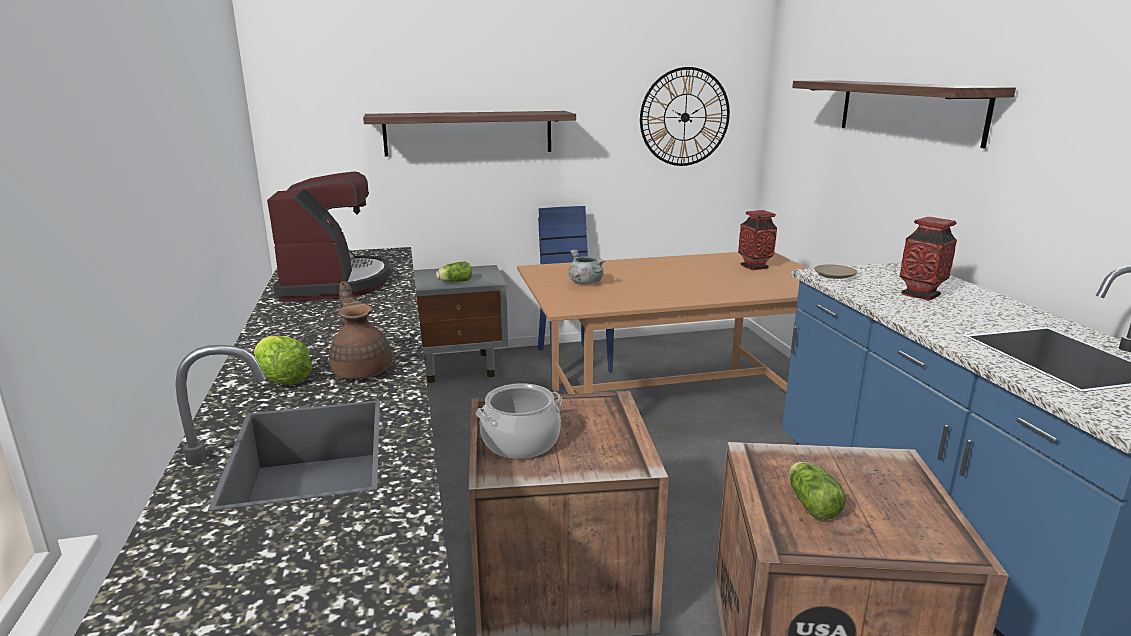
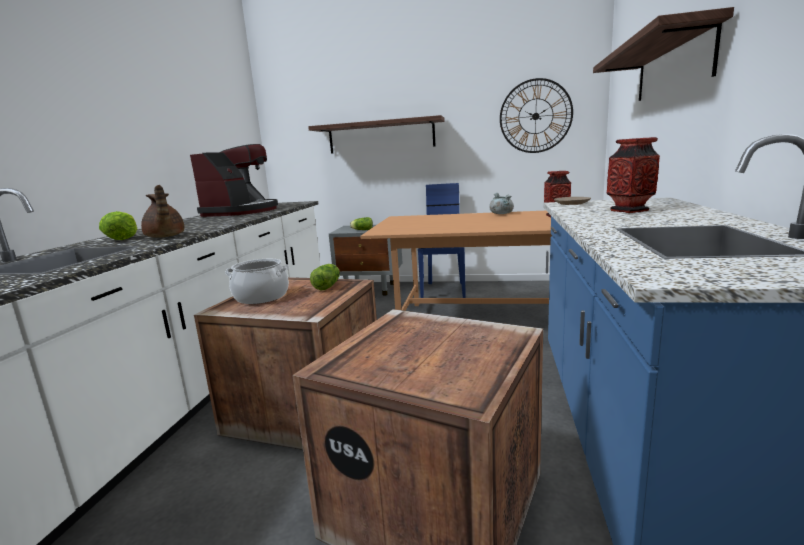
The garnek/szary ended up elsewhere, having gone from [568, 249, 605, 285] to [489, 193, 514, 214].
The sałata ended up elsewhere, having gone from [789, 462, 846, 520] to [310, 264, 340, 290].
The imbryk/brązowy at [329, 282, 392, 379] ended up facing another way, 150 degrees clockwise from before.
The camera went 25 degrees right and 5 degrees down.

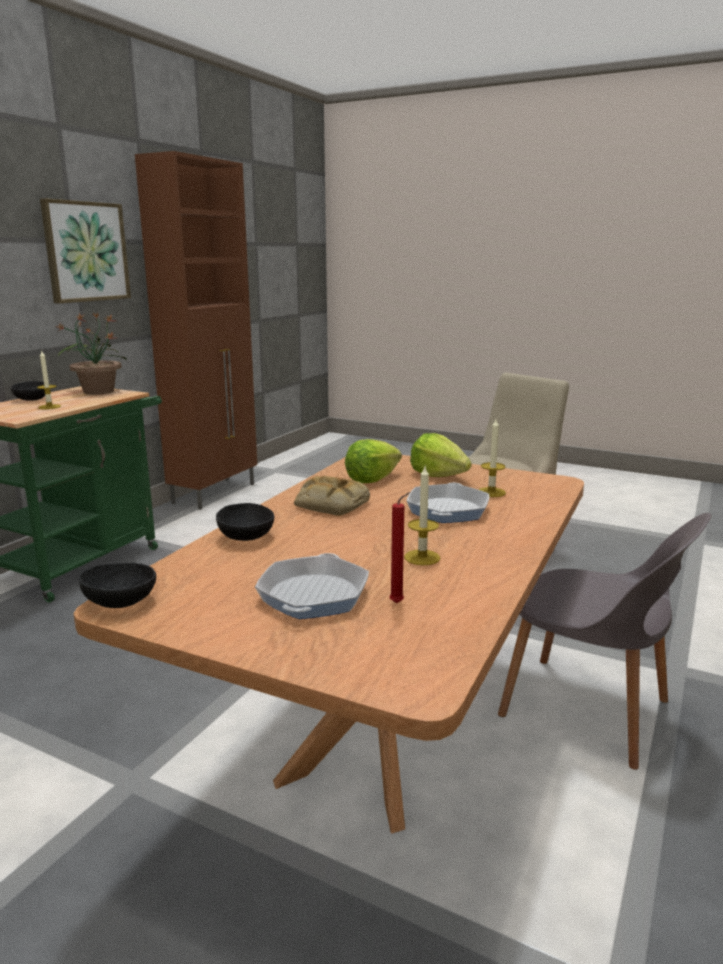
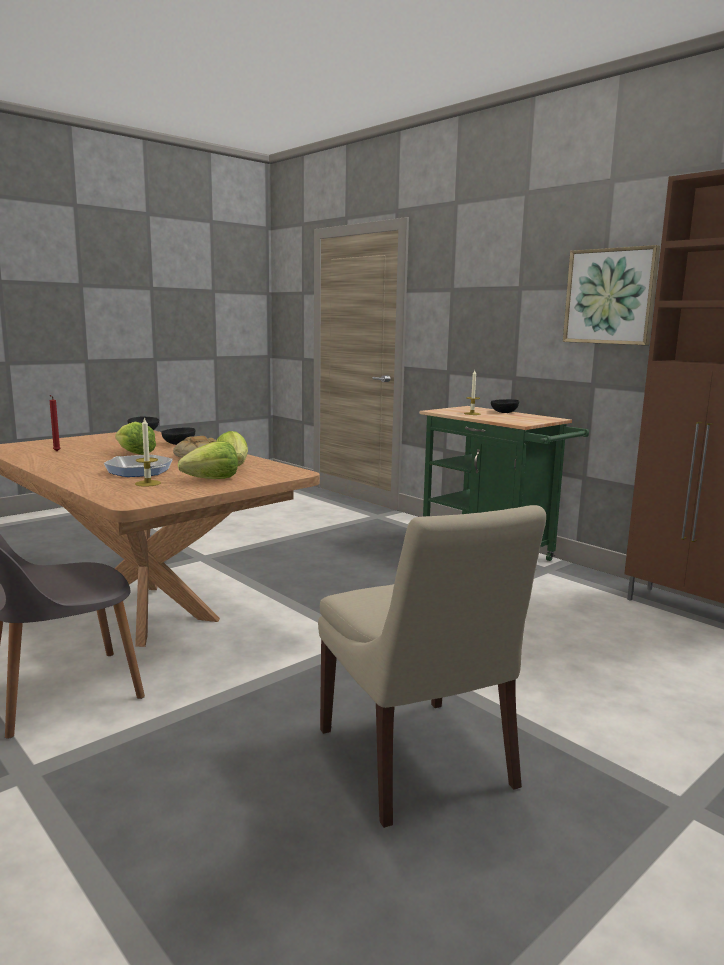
The second view lost the roślina doniczkowa at [57, 313, 127, 395].
The second view lost the patelnia at [255, 553, 369, 619].
The second view lost the świeca at [404, 467, 441, 565].
The second view gained the sałata at [115, 422, 156, 455].
The camera went 110 degrees right and 5 degrees down.

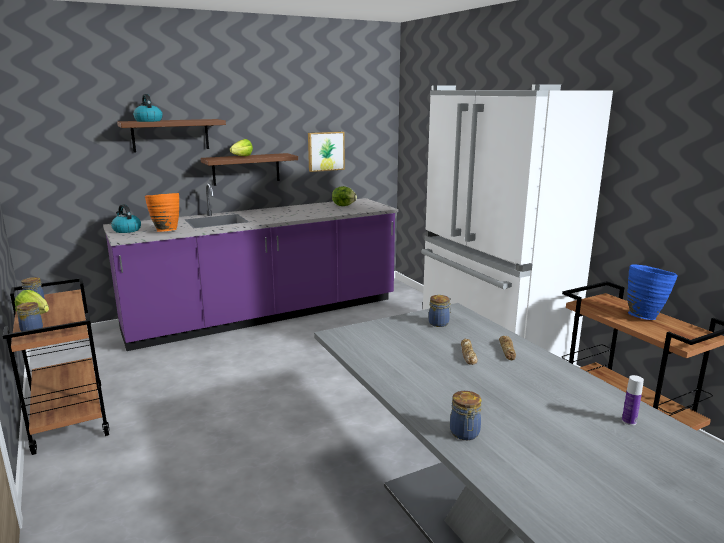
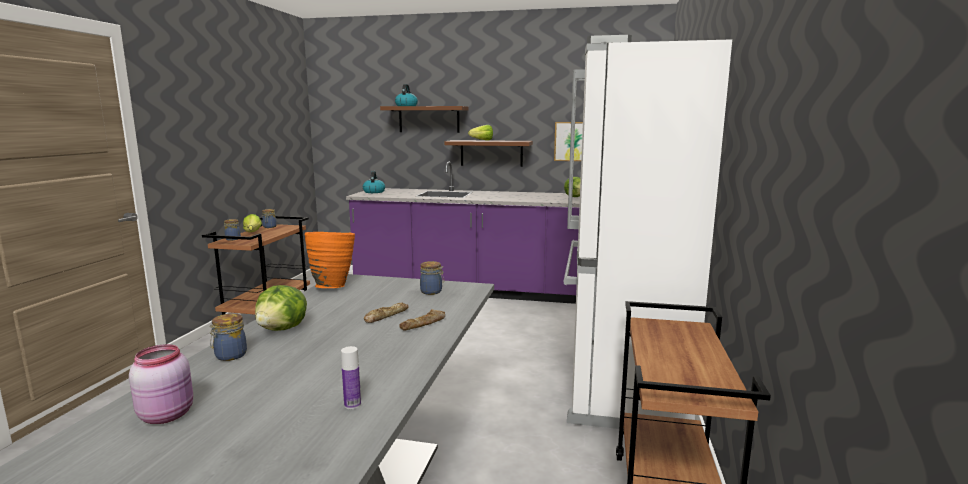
The second view lost the wazon/niebieski at [627, 264, 678, 320].
The second view gained the słoik/różowy at [129, 344, 193, 424].
The second view gained the sałata at [255, 285, 307, 331].
The wazon/pomarańczowy ended up elsewhere, having gone from [145, 193, 179, 232] to [305, 232, 355, 288].
The camera went 40 degrees right and 5 degrees down.

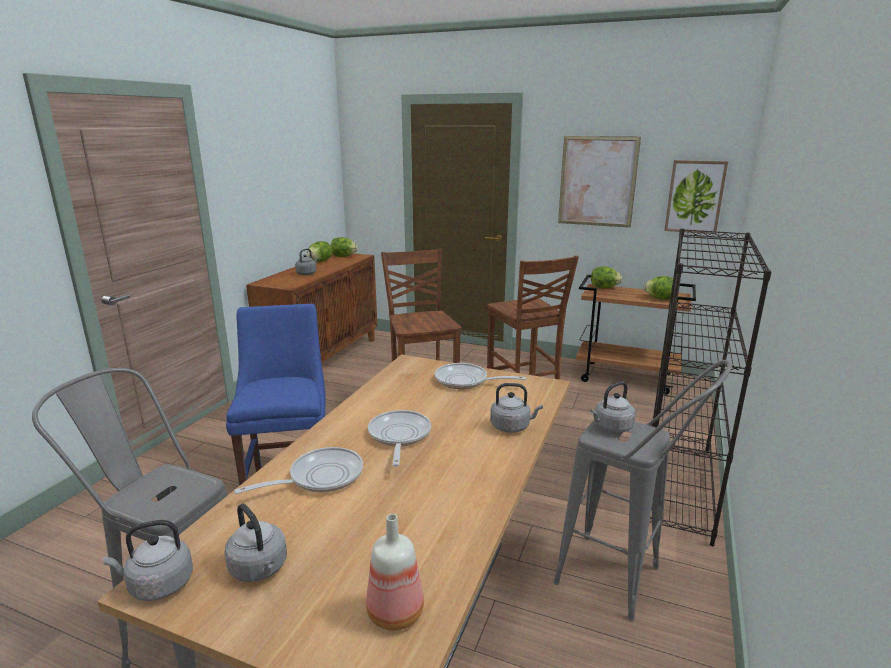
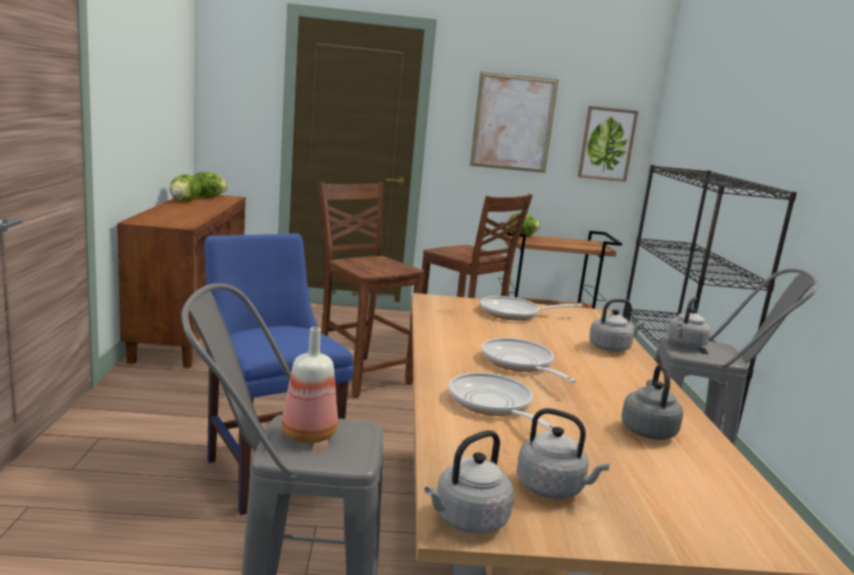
The second view lost the sałata at [644, 276, 673, 300].
The czajnik/szary ended up elsewhere, having gone from [295, 248, 318, 275] to [622, 364, 683, 440].
The butelka ended up elsewhere, having gone from [366, 514, 424, 630] to [282, 327, 338, 443].
The patelnia at [234, 447, 363, 494] ended up facing another way, 60 degrees counterclockwise from before.
The camera went 25 degrees left and 5 degrees down.

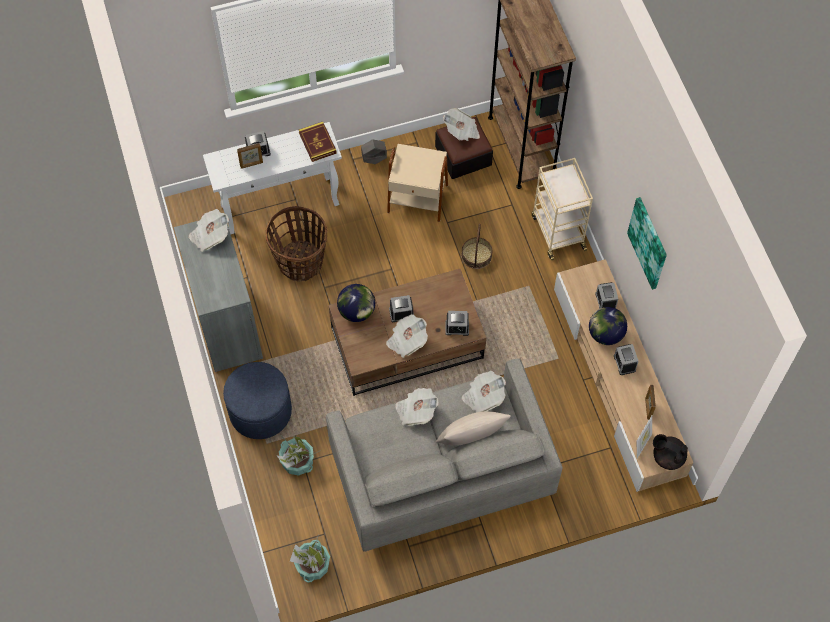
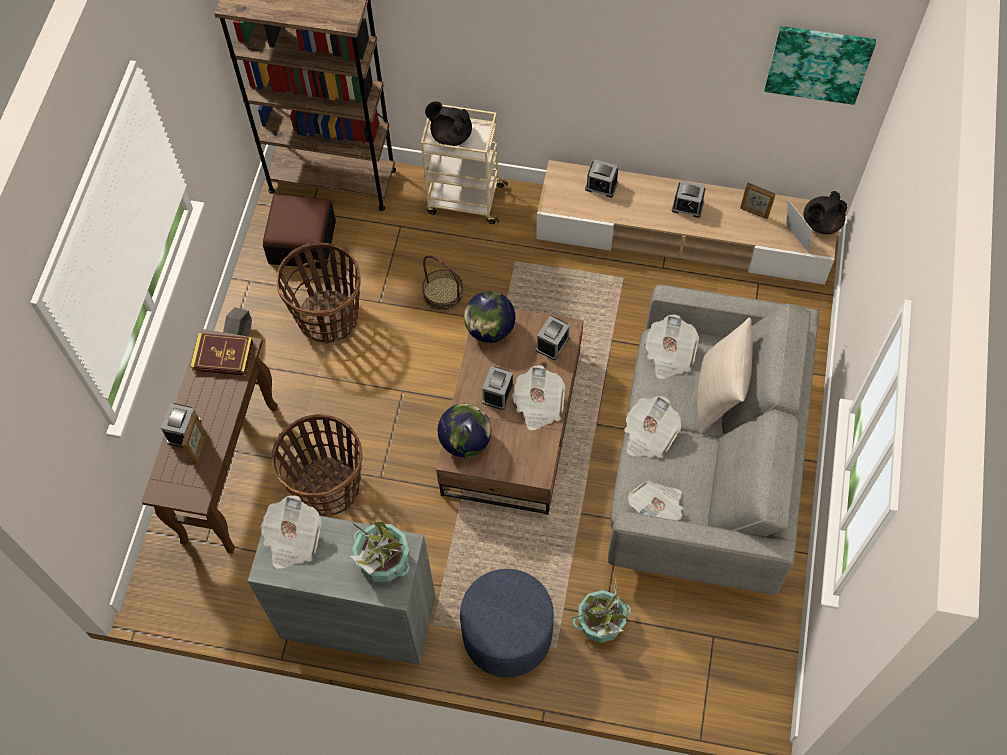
The second view gained the imbryk/czarny at [425, 101, 472, 146].
The roślina doniczkowa ended up elsewhere, having gone from [290, 538, 330, 583] to [350, 522, 422, 582].
The gazeta ended up elsewhere, having gone from [443, 108, 480, 141] to [628, 480, 684, 520].
The globus ended up elsewhere, having gone from [589, 307, 627, 345] to [464, 291, 516, 343].
The obraz ended up elsewhere, having gone from [627, 197, 667, 290] to [764, 26, 876, 105].
Where the stolik/beżowy stood at [387, 144, 448, 222], the koszyk came to stand at [276, 243, 361, 344].
What was the stolik konsolowy/biały at [203, 122, 342, 234] turned into the stolik konsolowy/brązowy at [141, 329, 278, 554].
The camera went 60 degrees left and 0 degrees up.

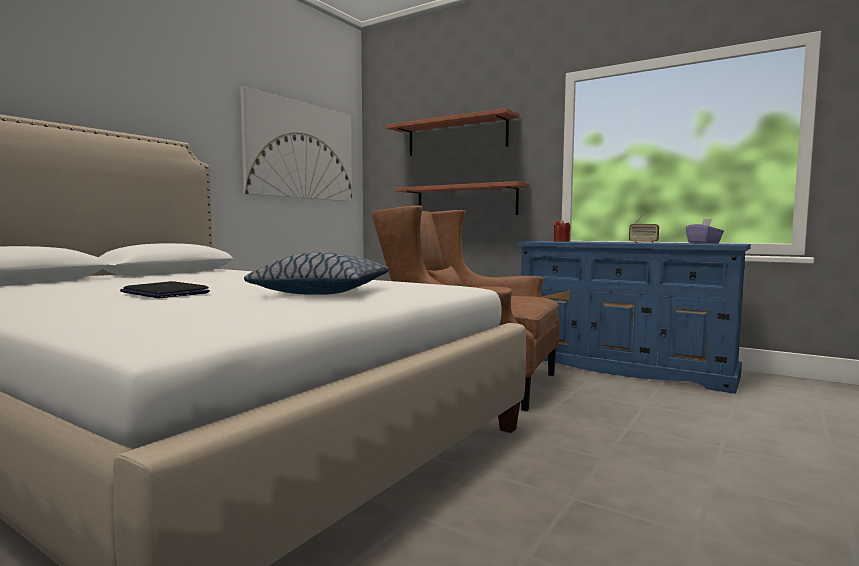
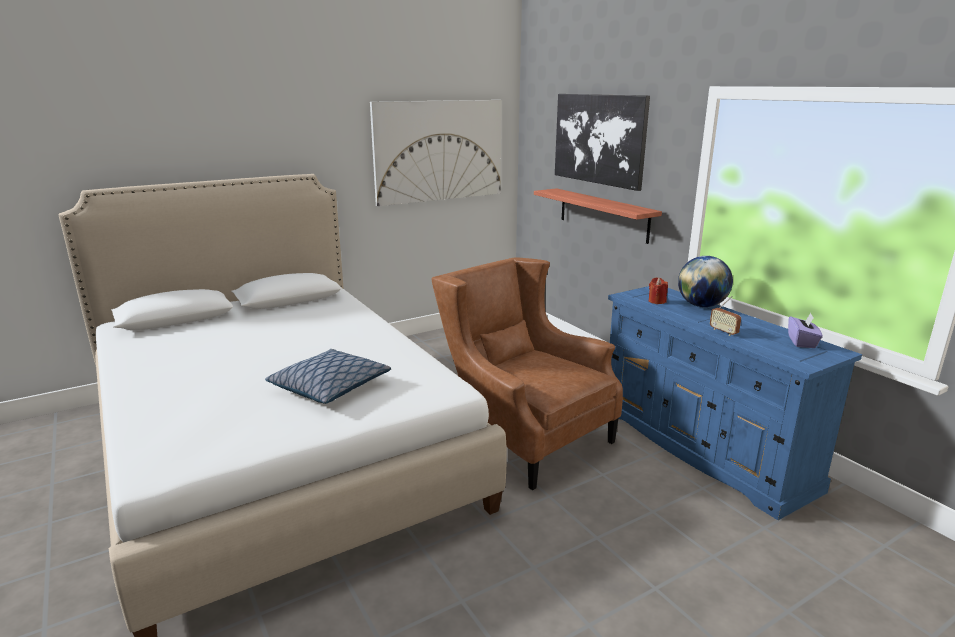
The second view lost the laptop at [120, 281, 210, 298].
The second view gained the globus at [678, 256, 733, 307].
Where the półka hung at [386, 108, 520, 156], the obraz came to hang at [555, 94, 650, 191].
The camera went 25 degrees right and 15 degrees up.

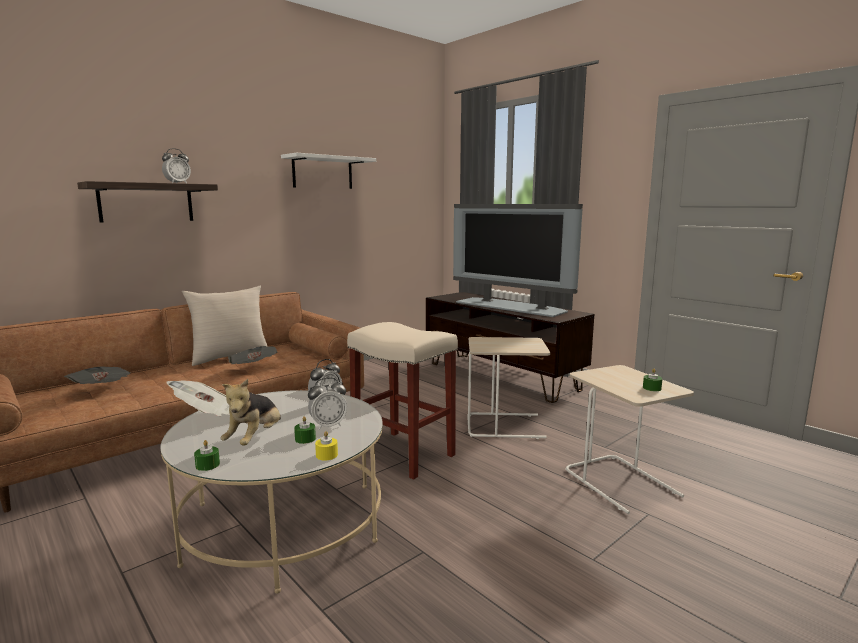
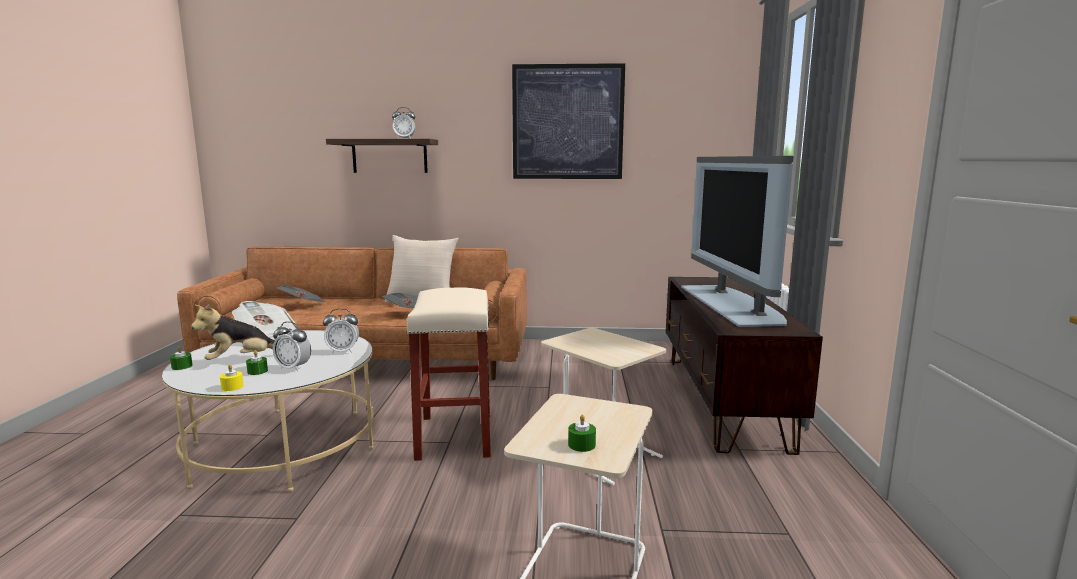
Where the półka/biały hung at [281, 153, 376, 189], the obraz came to hang at [512, 63, 625, 179].
The camera went 45 degrees right and 0 degrees up.

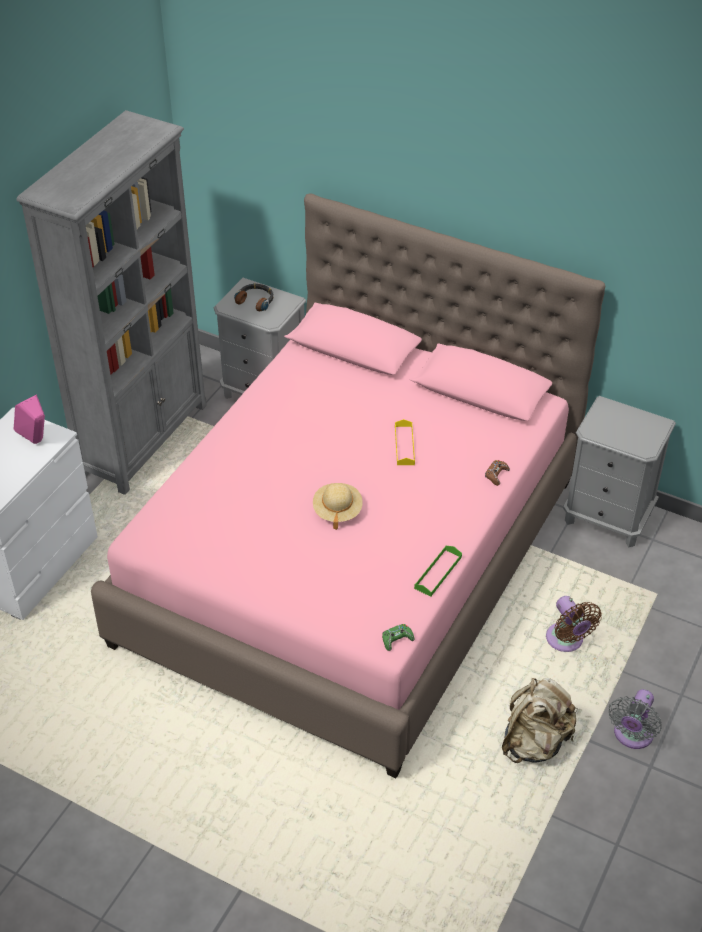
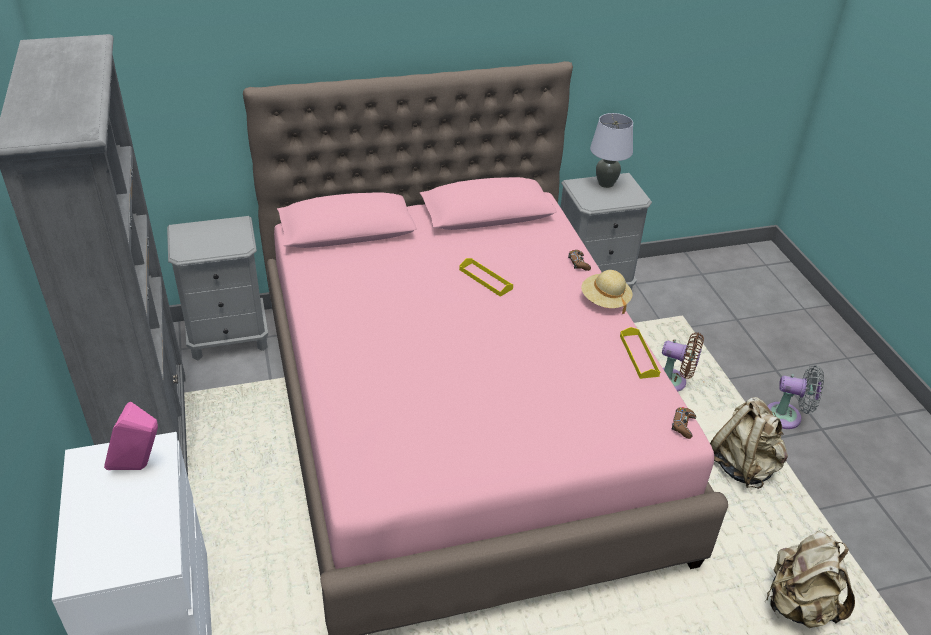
The second view lost the słuchawki at [234, 283, 274, 311].
The second view gained the lampa stołowa/szary at [590, 113, 633, 188].
The second view gained the plecak/beżowy at [765, 531, 855, 628].
The kapelusz/beżowy ended up elsewhere, having gone from [313, 483, 363, 530] to [581, 270, 632, 314].
What was the pad do gier/zielony at [382, 624, 414, 651] turned into the pad do gier/brązowy at [672, 407, 696, 439].
What was the taca/zielony at [414, 546, 462, 597] turned into the taca/żółty at [620, 327, 660, 379].
The wentylator/szary at [608, 689, 662, 749] ended up facing another way, 60 degrees counterclockwise from before.
The camera went 45 degrees left and 5 degrees down.

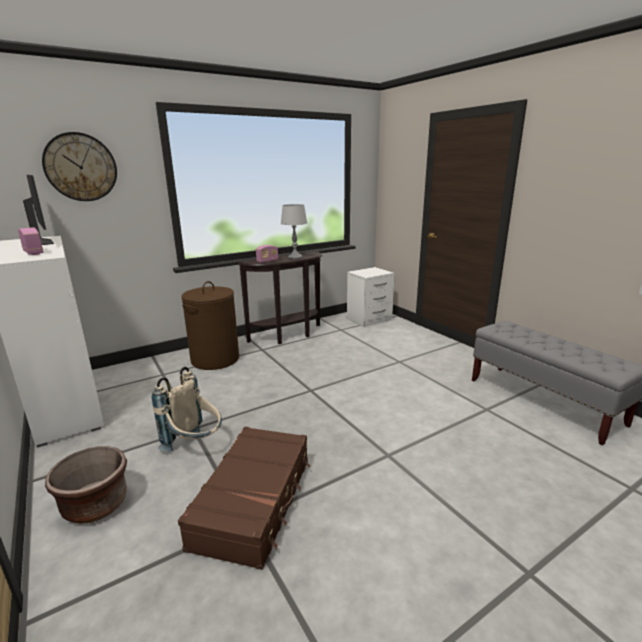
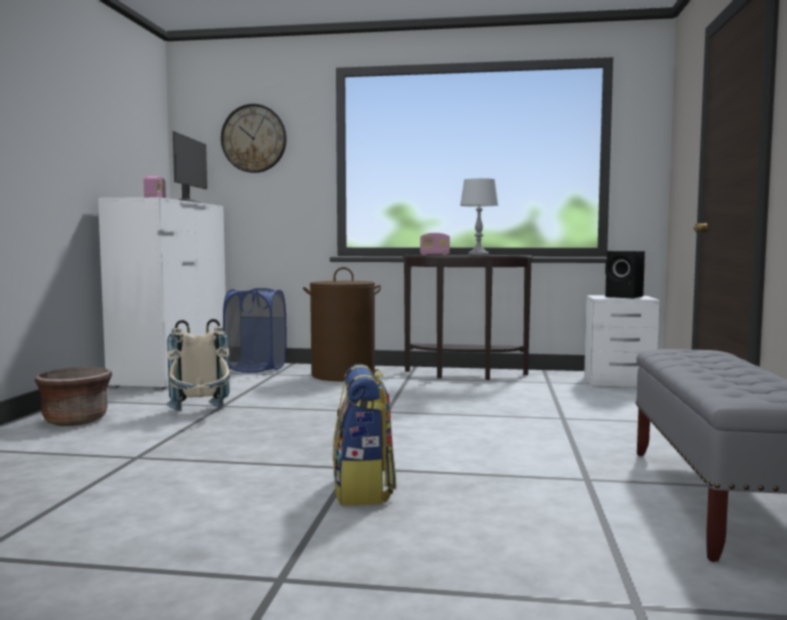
The second view lost the walizka/brązowy at [178, 427, 310, 570].
The second view gained the kosz na pranie/niebieski at [223, 288, 287, 373].
The second view gained the plecak at [333, 364, 397, 505].
The second view gained the głośnik/czarny at [605, 251, 645, 298].
The camera went 40 degrees right and 15 degrees down.

